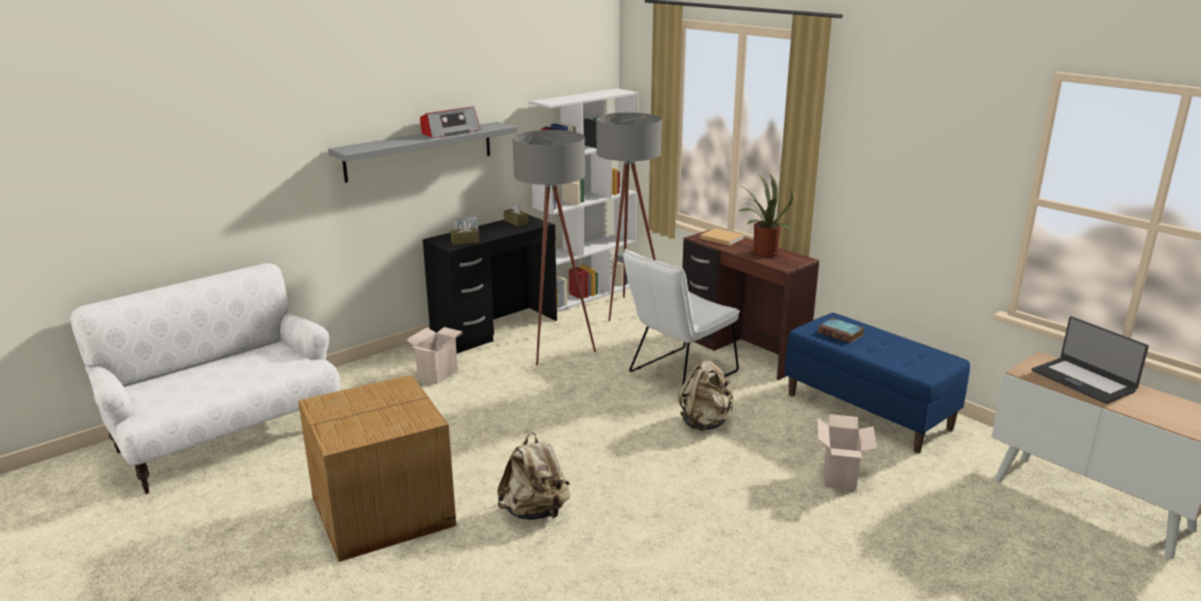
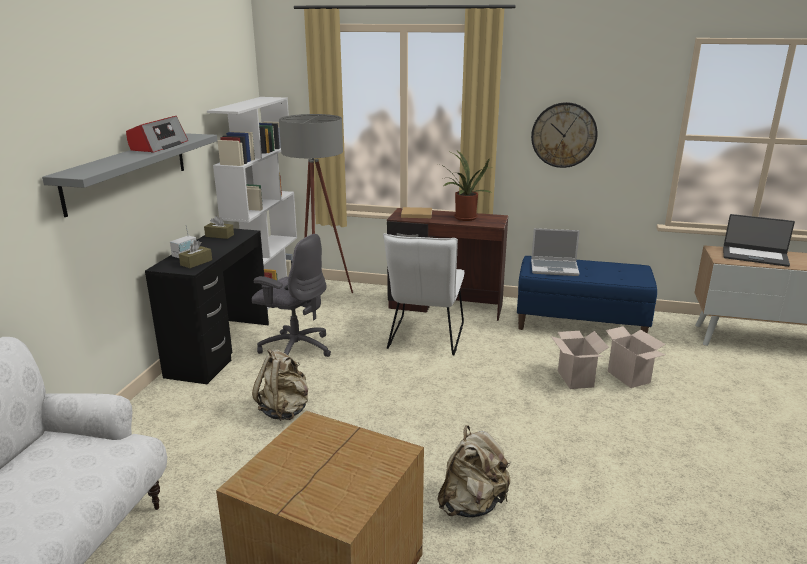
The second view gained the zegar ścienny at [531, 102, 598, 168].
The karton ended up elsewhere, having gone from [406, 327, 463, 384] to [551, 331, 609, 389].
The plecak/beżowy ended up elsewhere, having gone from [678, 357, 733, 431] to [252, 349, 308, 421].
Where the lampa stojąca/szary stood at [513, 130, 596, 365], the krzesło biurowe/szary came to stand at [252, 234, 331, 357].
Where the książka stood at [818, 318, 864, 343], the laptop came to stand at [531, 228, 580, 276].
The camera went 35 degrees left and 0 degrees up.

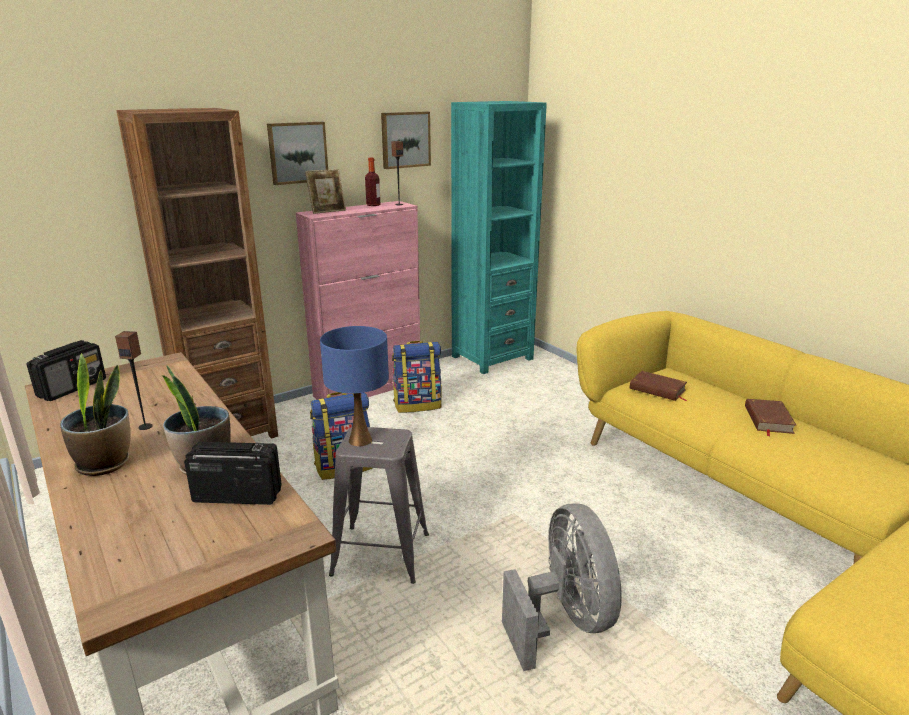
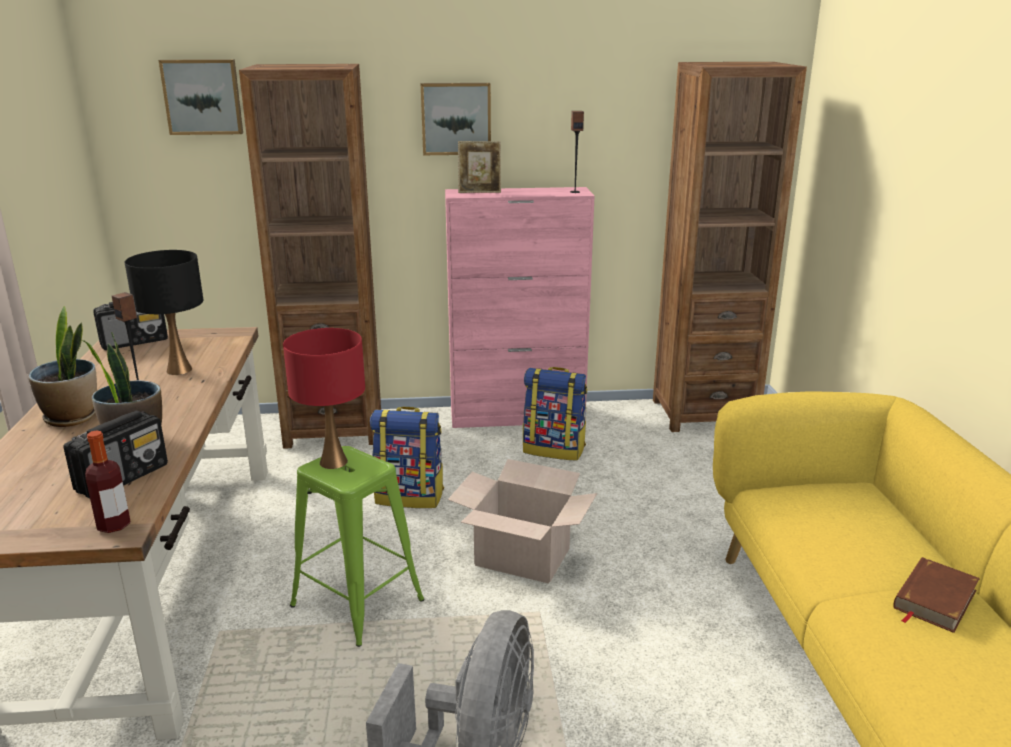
The second view lost the książka/brązowy at [630, 371, 687, 401].
The second view gained the lampa stołowa/czarny at [125, 250, 203, 375].
The second view gained the karton at [448, 459, 597, 584].
The butelka ended up elsewhere, having gone from [365, 158, 380, 206] to [85, 430, 131, 533].
The obraz ended up elsewhere, having gone from [381, 111, 431, 169] to [159, 59, 243, 135].
What was the lampa stołowa/niebieski at [320, 326, 389, 446] turned into the lampa stołowa/czerwony at [283, 328, 365, 469].
What was the stołek/szary at [329, 427, 429, 584] turned into the stołek/zielony at [290, 446, 425, 647].
What was the regał/turkusowy at [451, 101, 547, 374] turned into the regał/brązowy at [653, 62, 807, 432].
The radio at [184, 442, 282, 505] ended up facing another way, 90 degrees clockwise from before.
The camera went 30 degrees right and 0 degrees up.

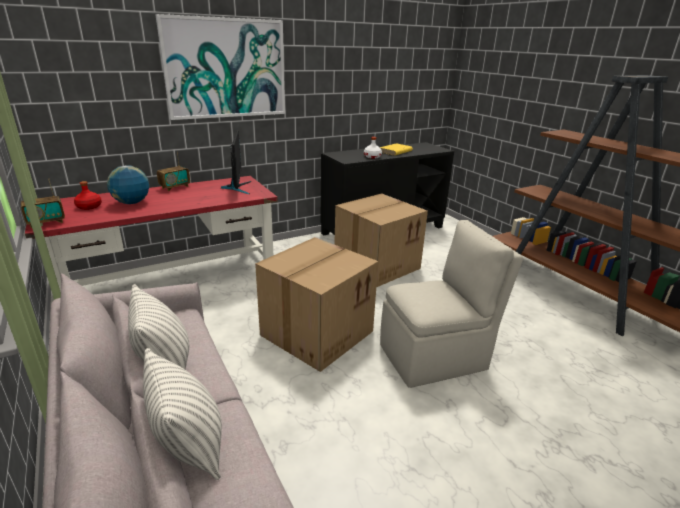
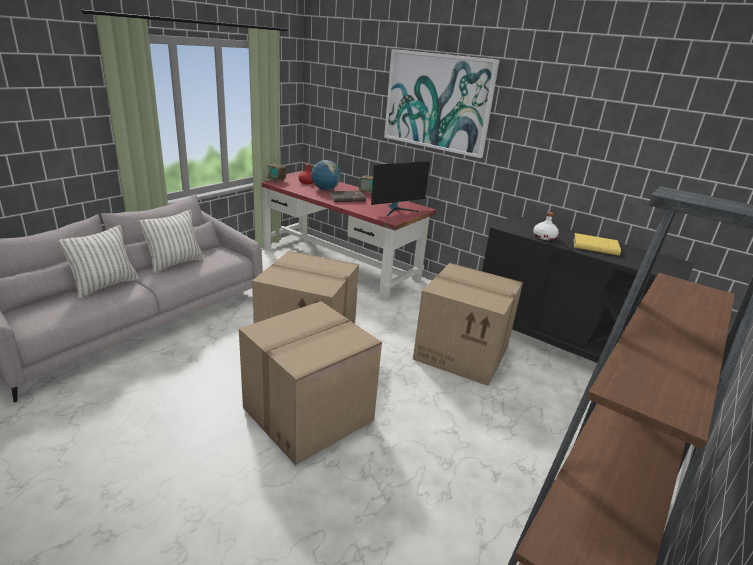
The second view gained the książka/brązowy at [330, 191, 366, 202].
Where the krzesło/beżowy stood at [380, 220, 523, 388], the karton came to stand at [239, 301, 382, 465].
The camera went 65 degrees right and 0 degrees up.

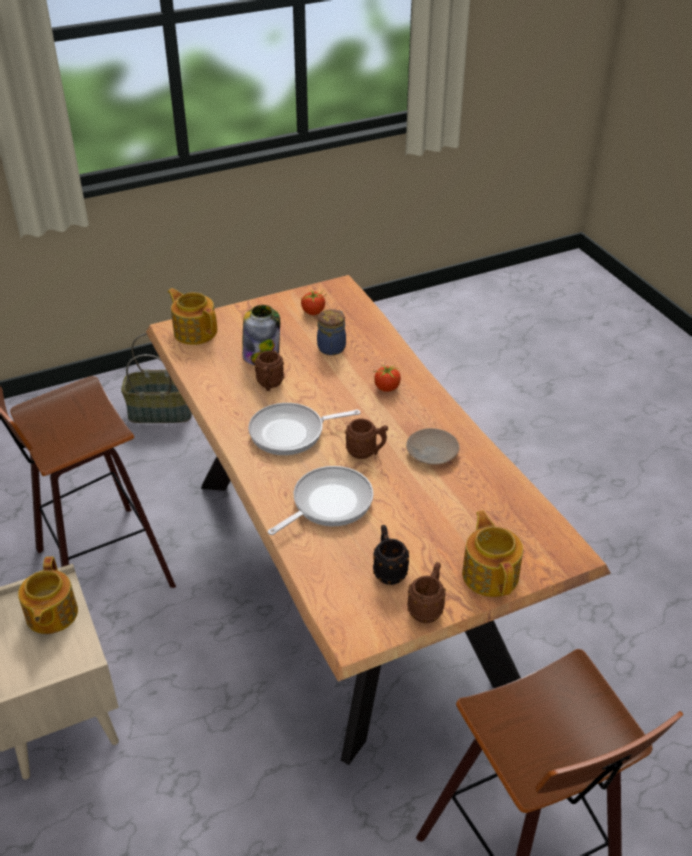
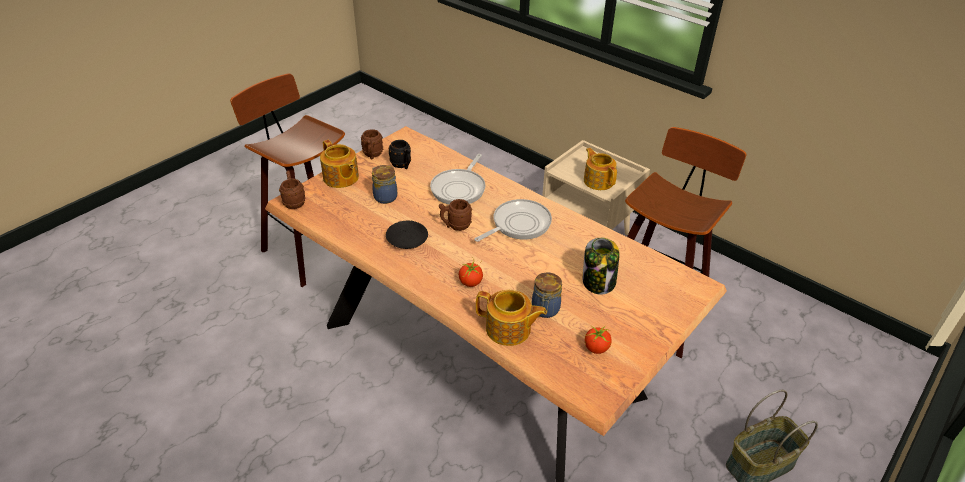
The second view gained the słoik at [372, 165, 397, 204].
The imbryk ended up elsewhere, having gone from [168, 288, 217, 345] to [476, 290, 547, 346].
The kubek/brązowy ended up elsewhere, having gone from [255, 351, 285, 391] to [279, 171, 305, 209].
What was the talerz/beżowy at [406, 428, 459, 465] turned into the talerz/czarny at [386, 220, 428, 249].
The camera went 155 degrees right and 0 degrees up.

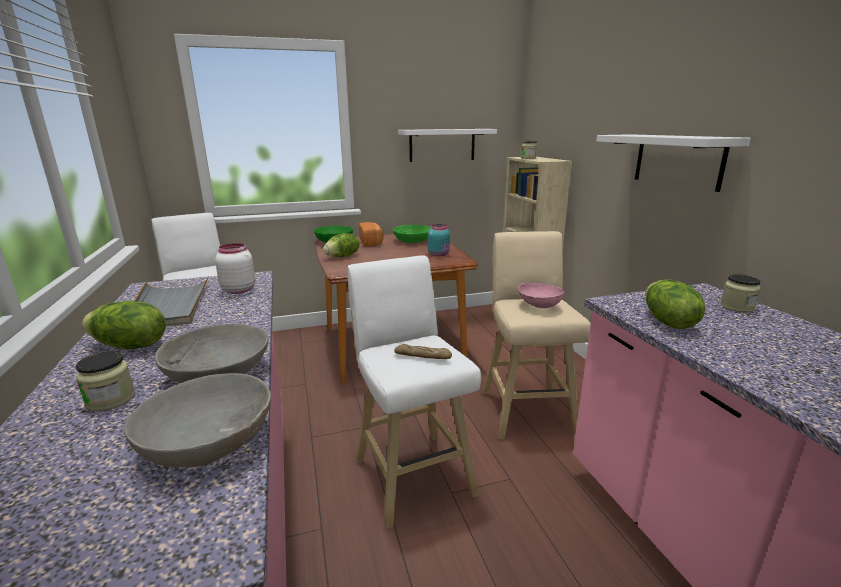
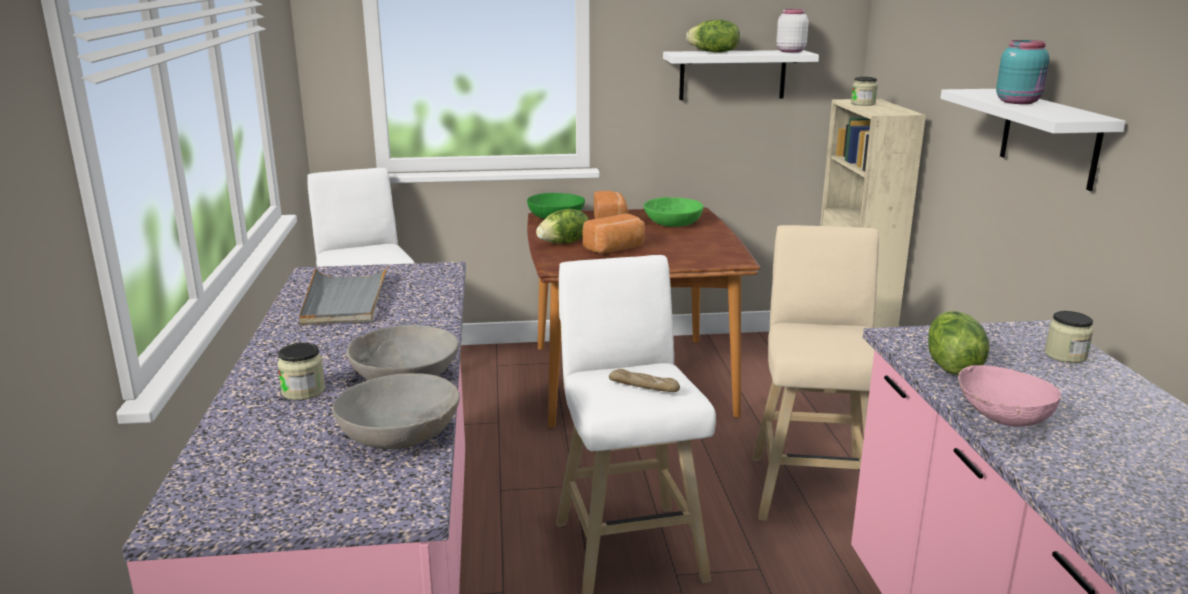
The second view gained the chleb at [583, 214, 645, 253].
The sałata ended up elsewhere, having gone from [82, 301, 166, 349] to [686, 20, 740, 53].
The słoik/biały ended up elsewhere, having gone from [215, 243, 255, 294] to [776, 9, 809, 53].
The słoik/turkusowy ended up elsewhere, having gone from [428, 224, 450, 257] to [996, 40, 1050, 104].
The miska/różowy ended up elsewhere, having gone from [518, 282, 564, 308] to [958, 365, 1061, 427].
The camera went 10 degrees right and 0 degrees up.

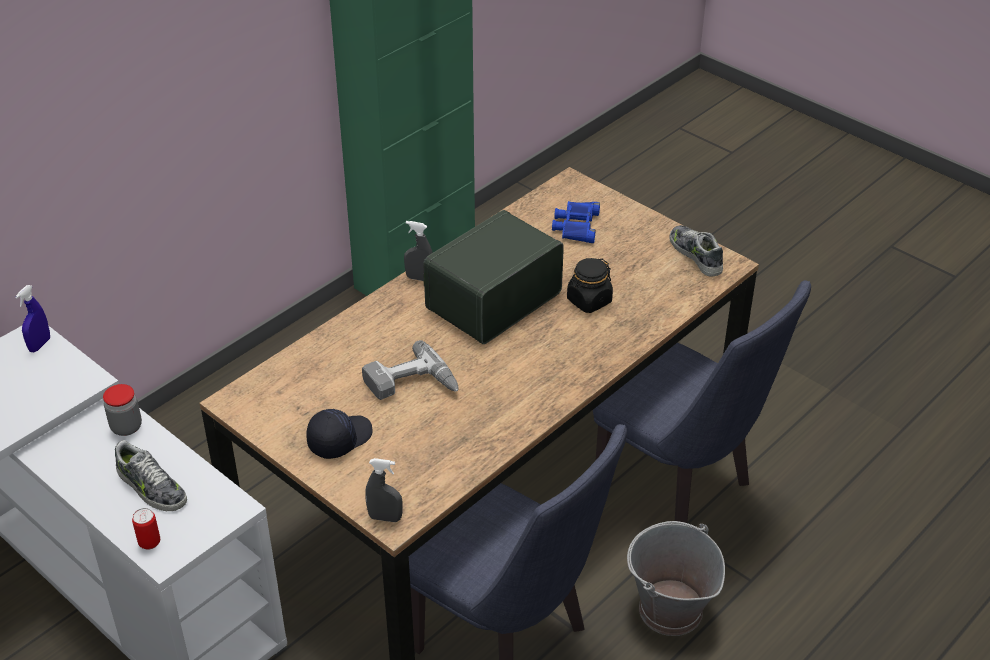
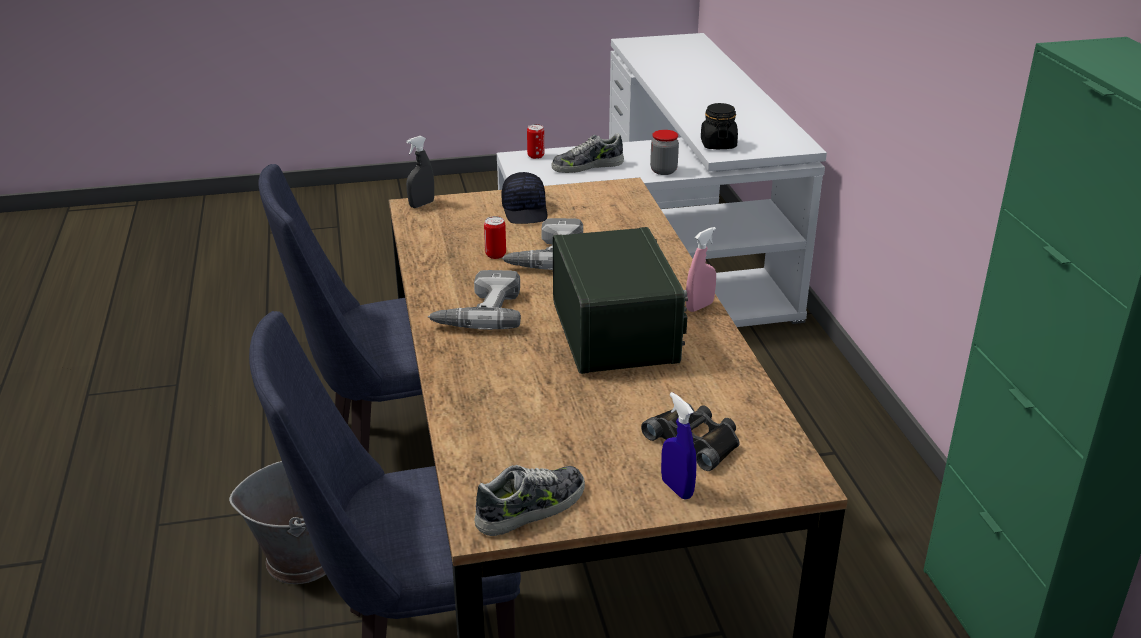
The second view gained the wiertarka at [428, 270, 521, 330].
The second view gained the puszka at [484, 216, 506, 259].
The spryskiwacz/niebieski ended up elsewhere, having gone from [15, 285, 50, 352] to [661, 392, 697, 500].
The słoik/czarny ended up elsewhere, having gone from [567, 258, 613, 313] to [701, 103, 738, 149].
What was the spryskiwacz/szary at [404, 221, 433, 281] turned into the spryskiwacz/różowy at [686, 227, 716, 312].
What was the lornetka/niebieski at [552, 201, 600, 243] turned into the lornetka/czarny at [641, 403, 740, 471].
The but at [669, 225, 723, 277] ended up facing another way, 45 degrees counterclockwise from before.
The camera went 125 degrees right and 10 degrees down.

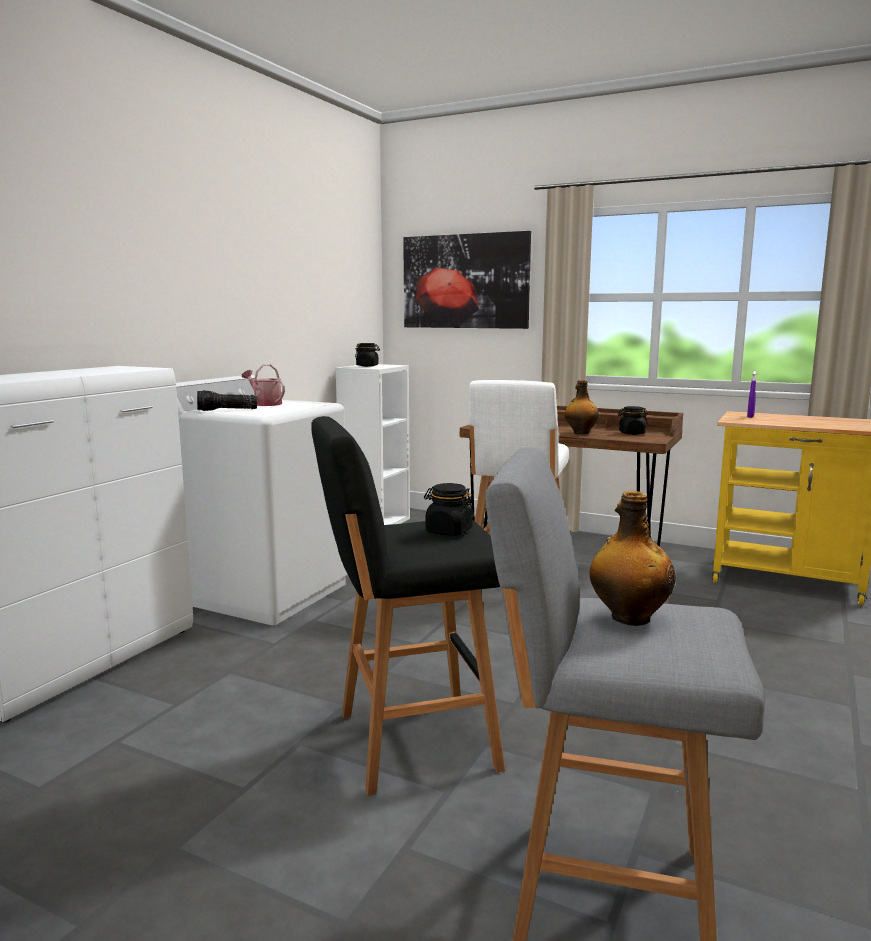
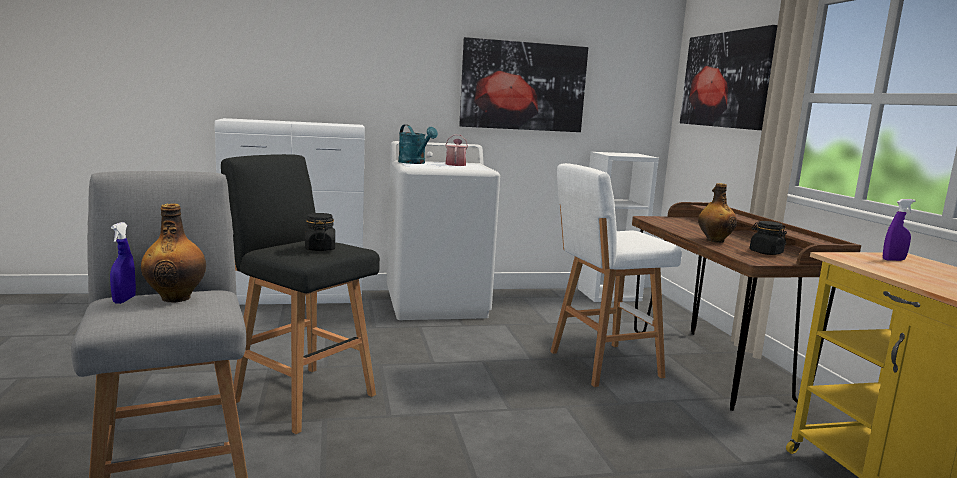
The second view lost the słoik/czarny at [355, 343, 380, 367].
The second view gained the spryskiwacz/niebieski at [110, 222, 136, 304].
The second view gained the obraz at [459, 37, 588, 132].
Where the latarka stood at [197, 390, 257, 411], the konewka/turkusowy came to stand at [398, 124, 438, 164].
The camera went 50 degrees right and 0 degrees up.

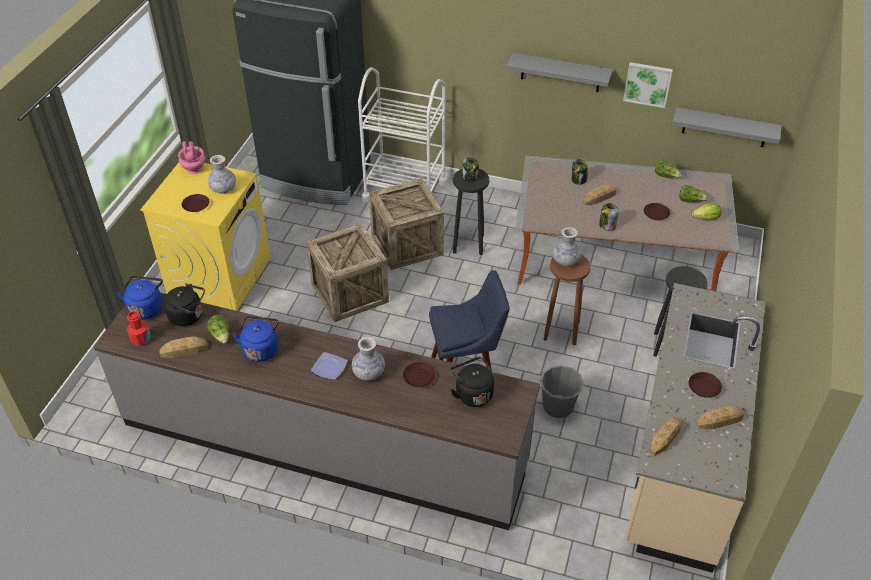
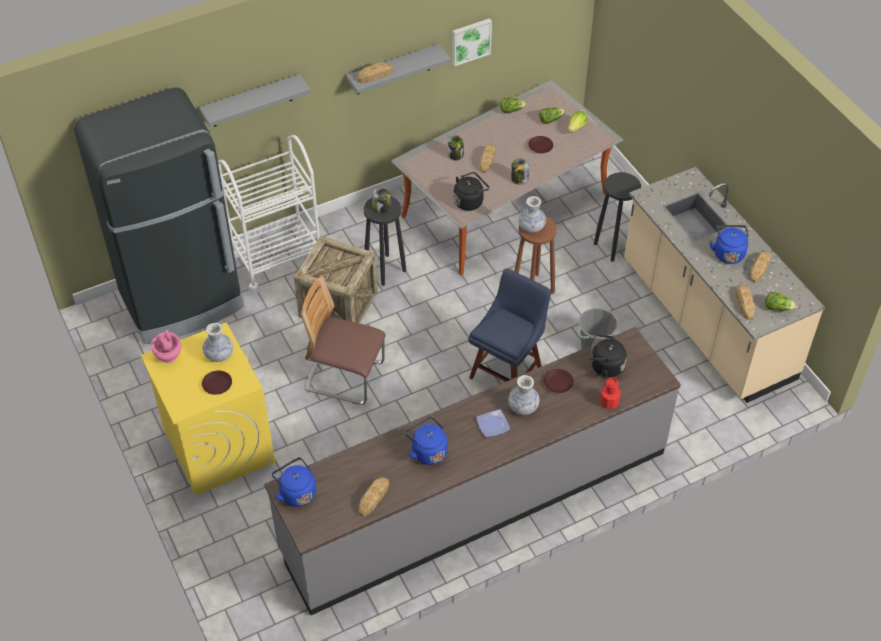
The second view gained the chleb at [357, 63, 394, 83].
The butelka/czerwony ended up elsewhere, having gone from [127, 311, 151, 346] to [600, 378, 621, 409].
The czajnik/czarny ended up elsewhere, having gone from [164, 284, 205, 326] to [454, 172, 490, 211].
The sałata ended up elsewhere, having gone from [207, 315, 230, 344] to [765, 291, 797, 311].
The półka/szary ended up elsewhere, having gone from [672, 107, 781, 147] to [199, 74, 311, 127].
Where the skrzynka stood at [306, 223, 389, 322], the krzesło came to stand at [301, 275, 386, 405].
Where the talerz/brązowy stood at [689, 372, 722, 398], the czajnik/niebieski came to stand at [709, 225, 748, 264].
The camera went 45 degrees left and 5 degrees up.

